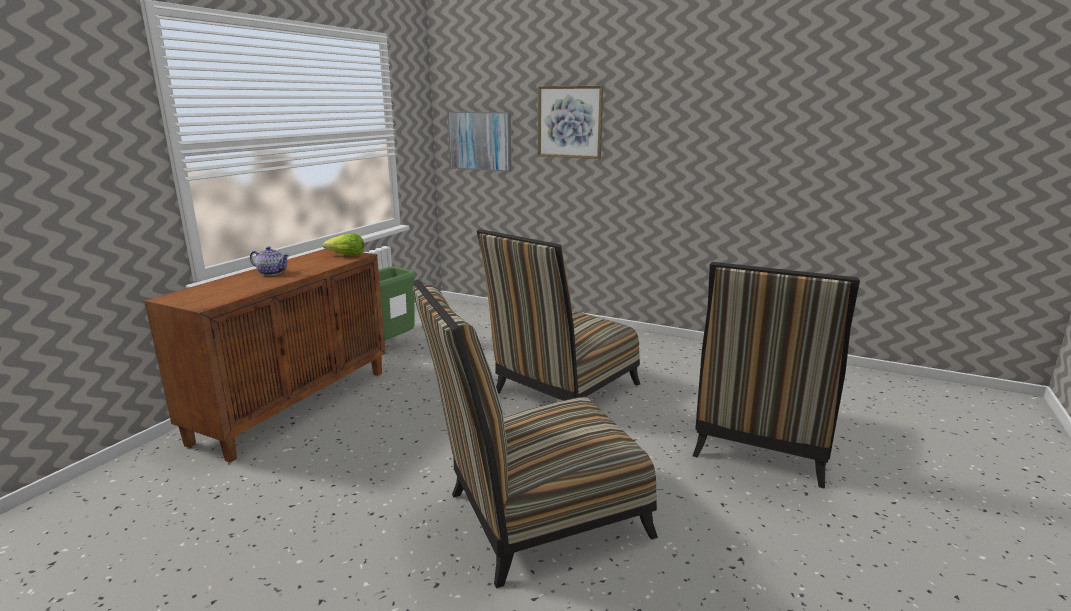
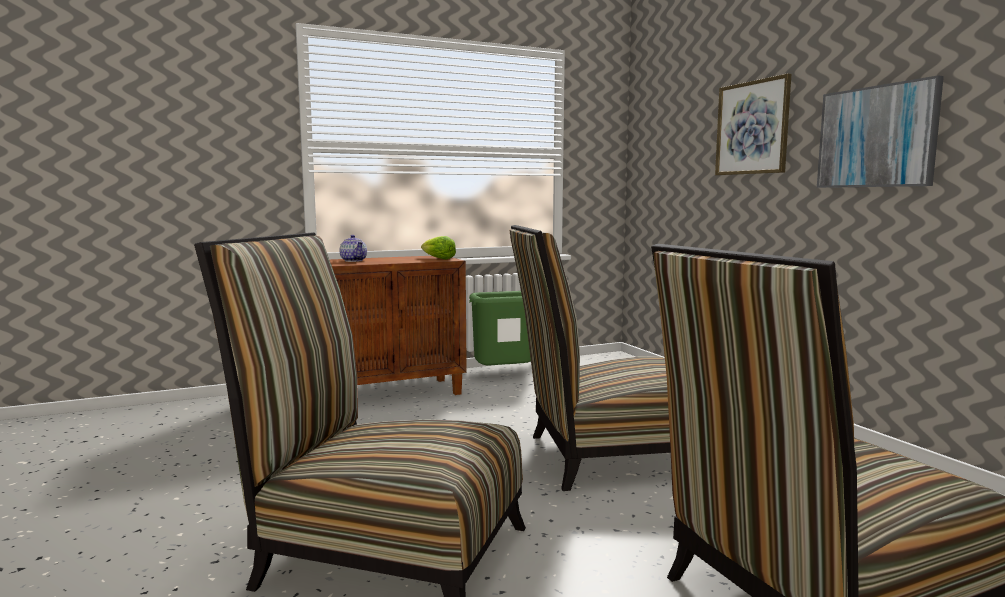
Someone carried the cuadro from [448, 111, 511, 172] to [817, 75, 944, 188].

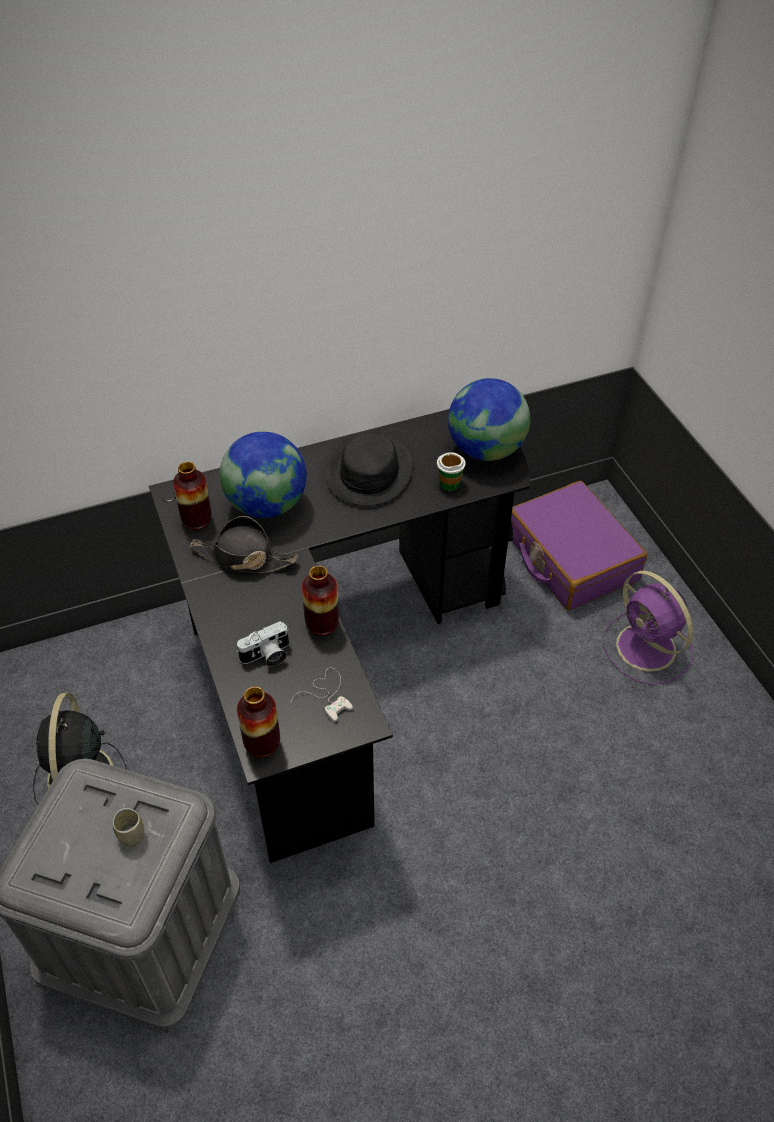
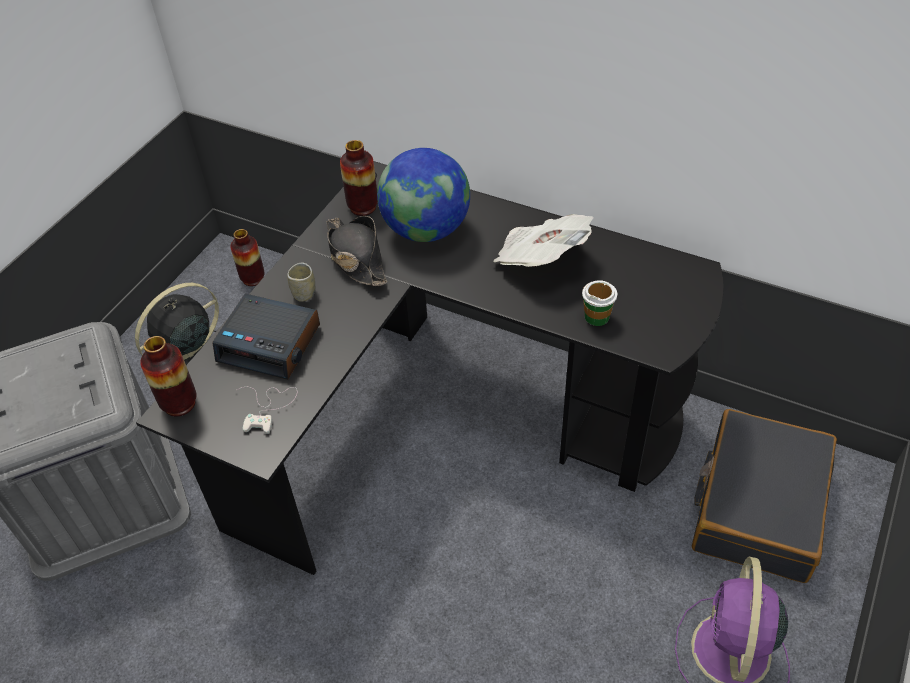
Someone carried the taza from [112, 808, 144, 847] to [287, 263, 315, 302].
Someone swapped the cámara at [236, 621, 289, 667] for the despertador at [213, 294, 320, 380].
Someone carried the florero from [302, 566, 339, 636] to [230, 229, 265, 286].
Someone swapped the sombrero/negro at [326, 432, 413, 506] for the periódico at [493, 214, 593, 267].
Someone took away the globo terráqueo at [448, 378, 530, 461].
Someone repainted the maleta/morado at [511, 481, 647, 611], which became the maleta/negro at [692, 409, 837, 583].

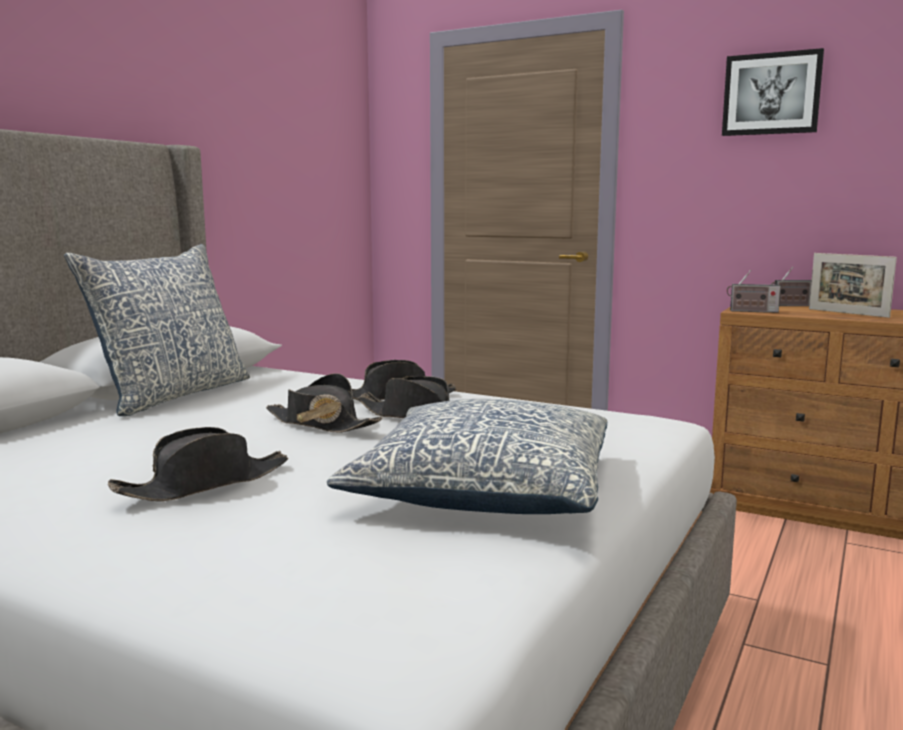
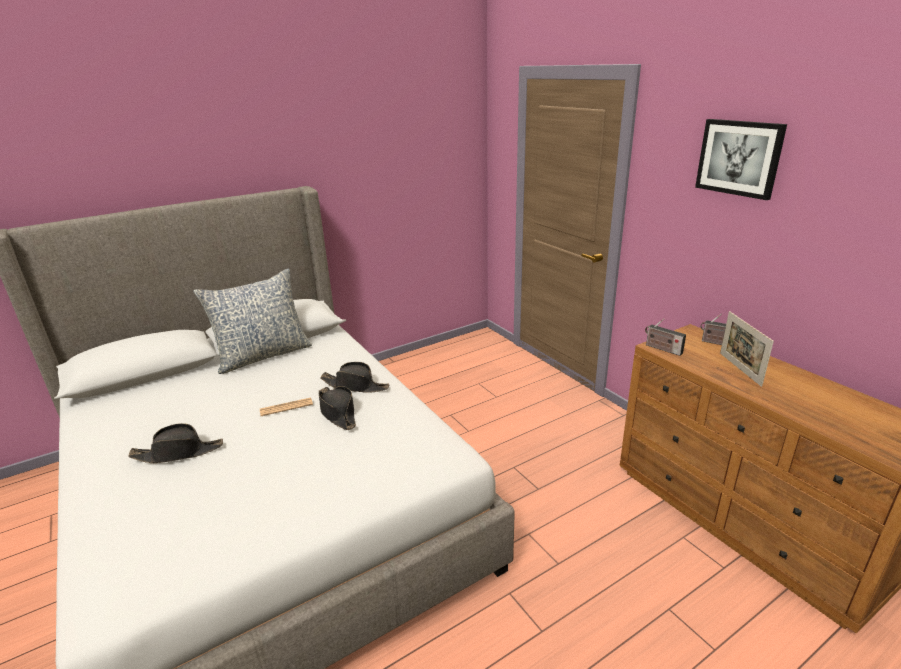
Someone swapped the sombrero/negro at [266, 373, 383, 433] for the periódico at [260, 397, 313, 416].
Someone took away the cojín at [327, 399, 607, 514].

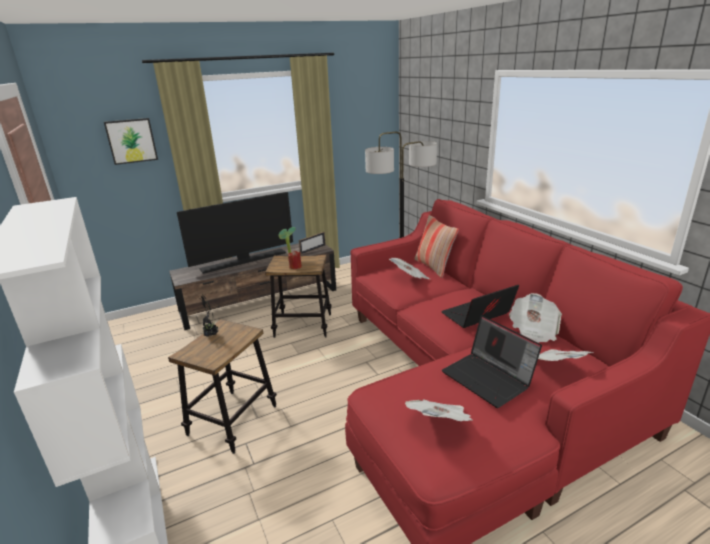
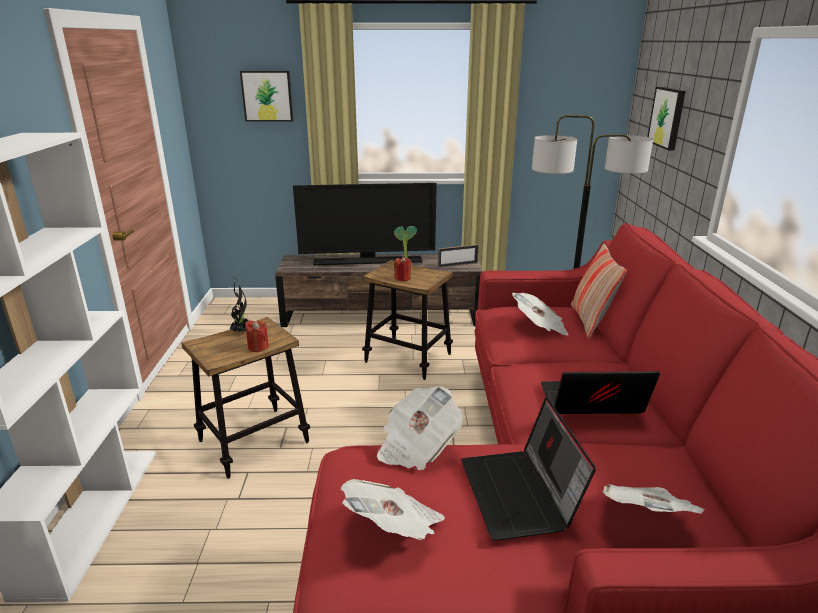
Someone carried the periódico from [509, 293, 562, 343] to [377, 386, 463, 470].
Someone put down the vela/rojo at [245, 320, 269, 352].
Someone put up the cuadro at [648, 87, 686, 150].

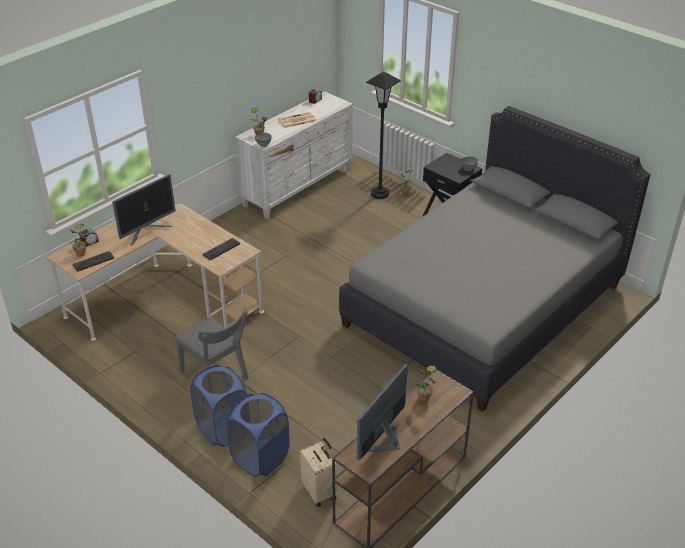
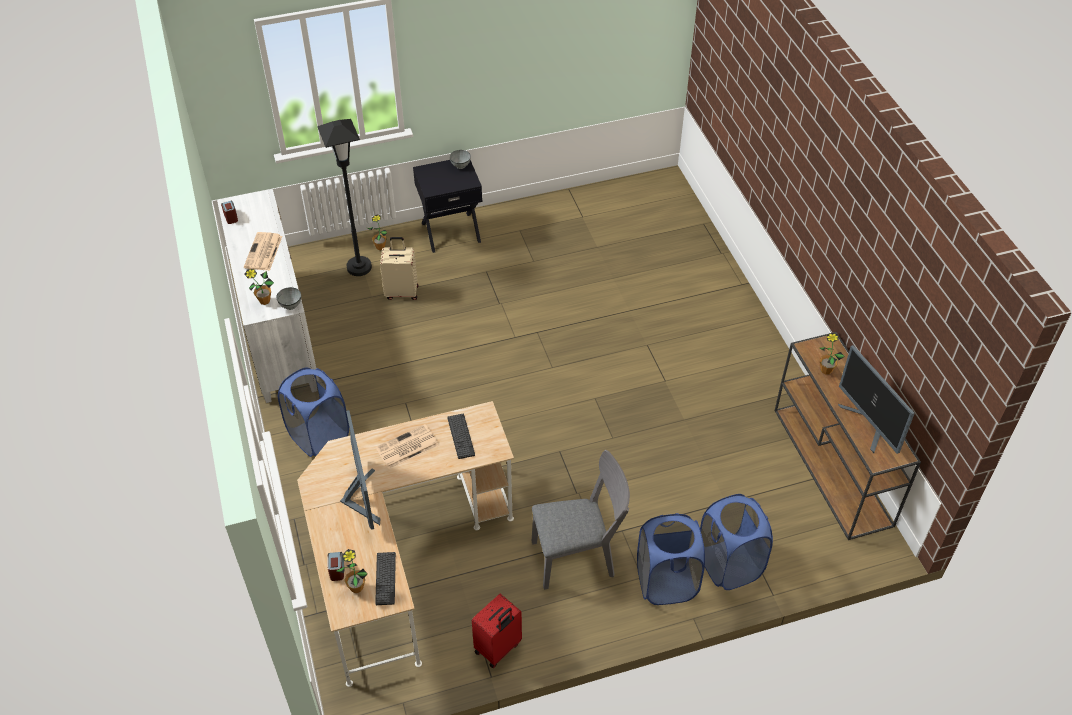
Someone carried the maleta/beis from [300, 438, 337, 507] to [380, 237, 418, 300].
Someone took away the cama/gris at [339, 106, 650, 412].
Someone put down the cesto de la ropa/azul at [278, 368, 349, 457].
Someone put down the periódico at [375, 424, 439, 469].
Someone put down the maleta/rojo at [472, 594, 522, 668].

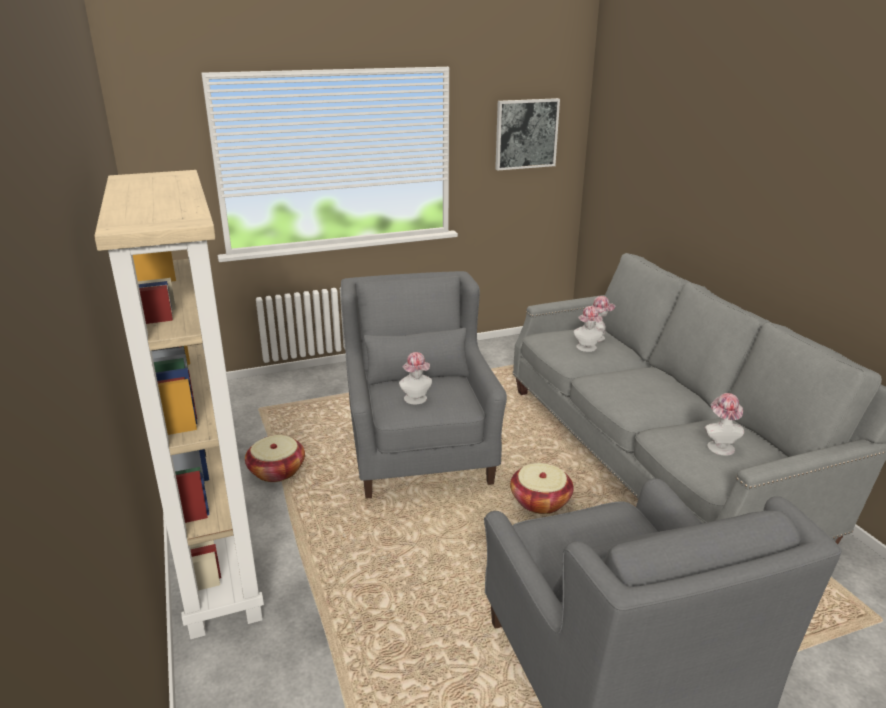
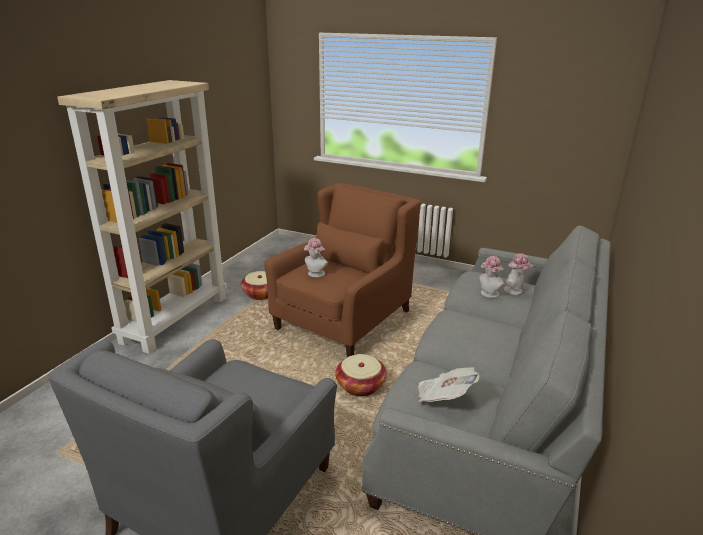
Someone repainted the sillón/gris at [341, 271, 507, 499], which became the sillón/marrón at [264, 183, 421, 357].
Someone took away the cuadro at [495, 98, 560, 171].
Someone swapped the sombrero at [705, 393, 744, 456] for the periódico at [418, 367, 479, 402].

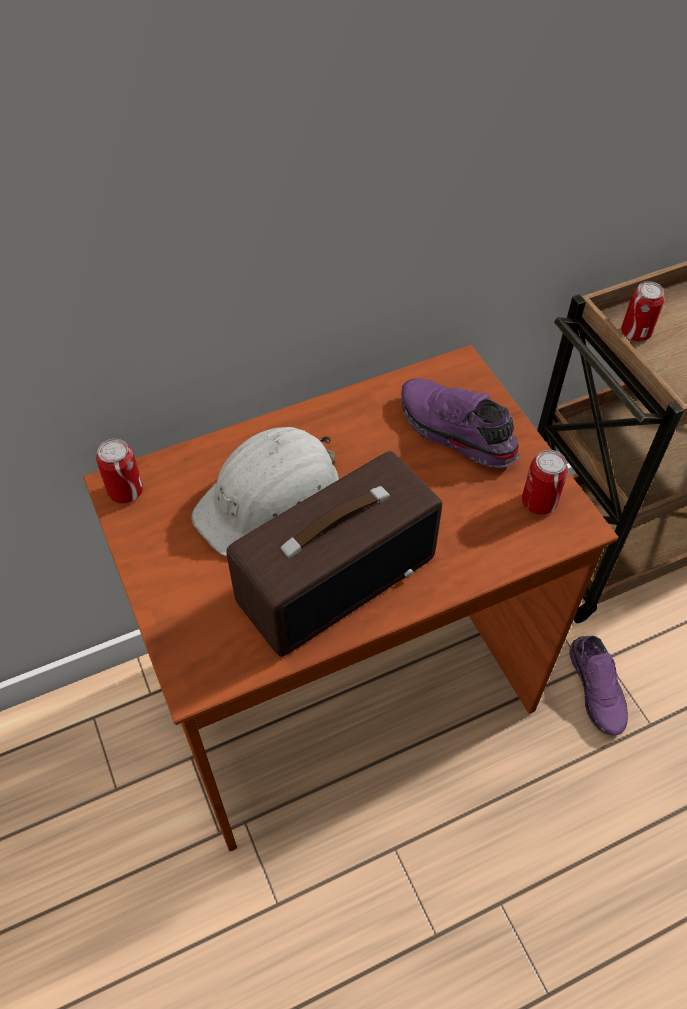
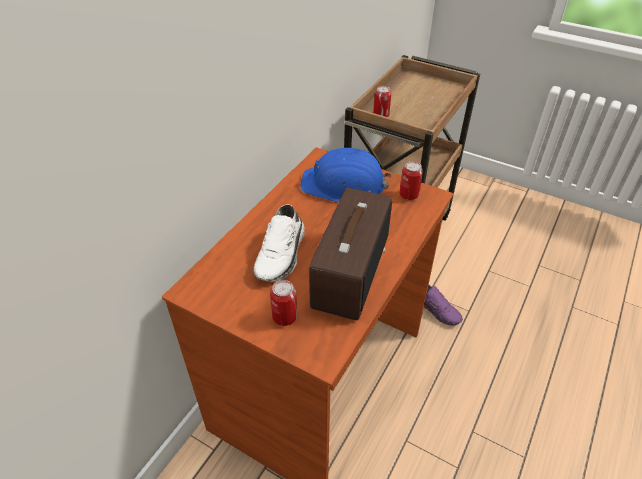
Someone carried the lata from [96, 439, 143, 503] to [270, 280, 297, 326].
Someone swapped the casco/blanco at [191, 427, 339, 557] for the zapato/blanco at [254, 204, 305, 282].
Someone swapped the zapato/morado at [401, 378, 519, 468] for the casco/azul at [301, 148, 392, 202].

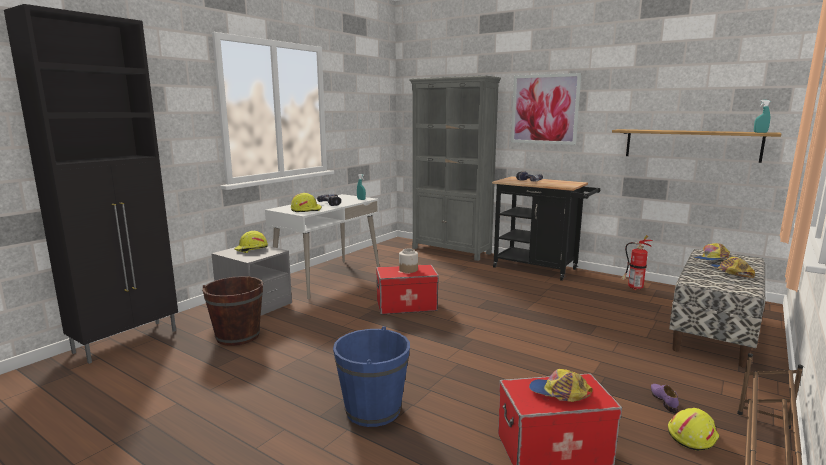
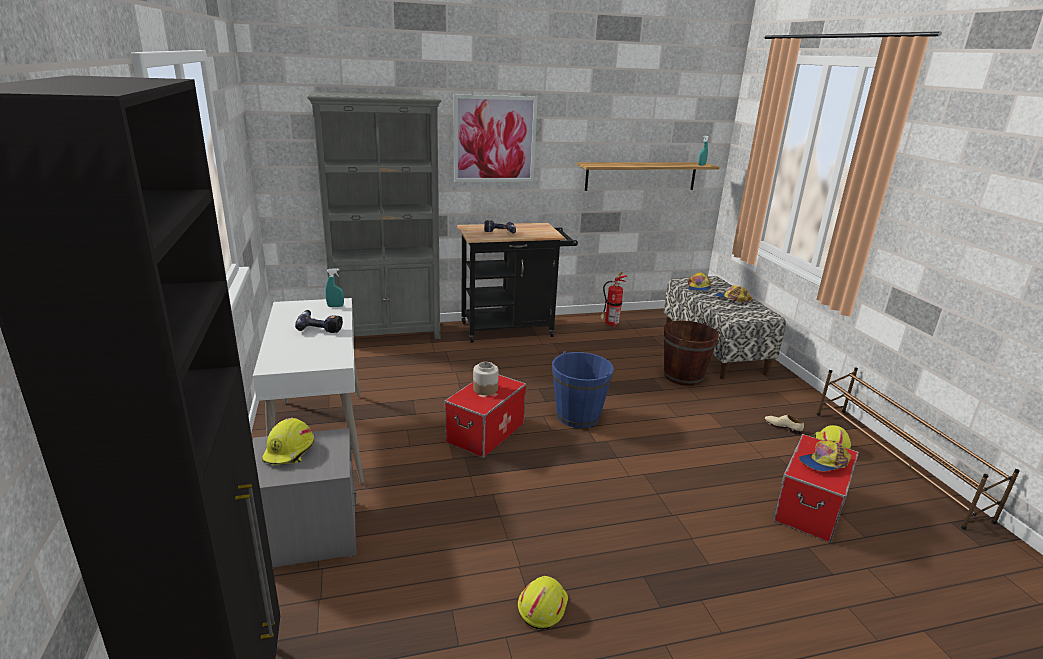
Someone carried the cubo/marrón from [202, 276, 263, 346] to [664, 321, 719, 386].
Someone carried the casco/amarillo from [291, 193, 322, 212] to [518, 576, 568, 630].
Someone carried the cubo/azul from [333, 326, 410, 427] to [552, 351, 614, 428].
Someone repainted the zapato/morado at [651, 384, 679, 413], which became the zapato/beis at [765, 415, 804, 435].

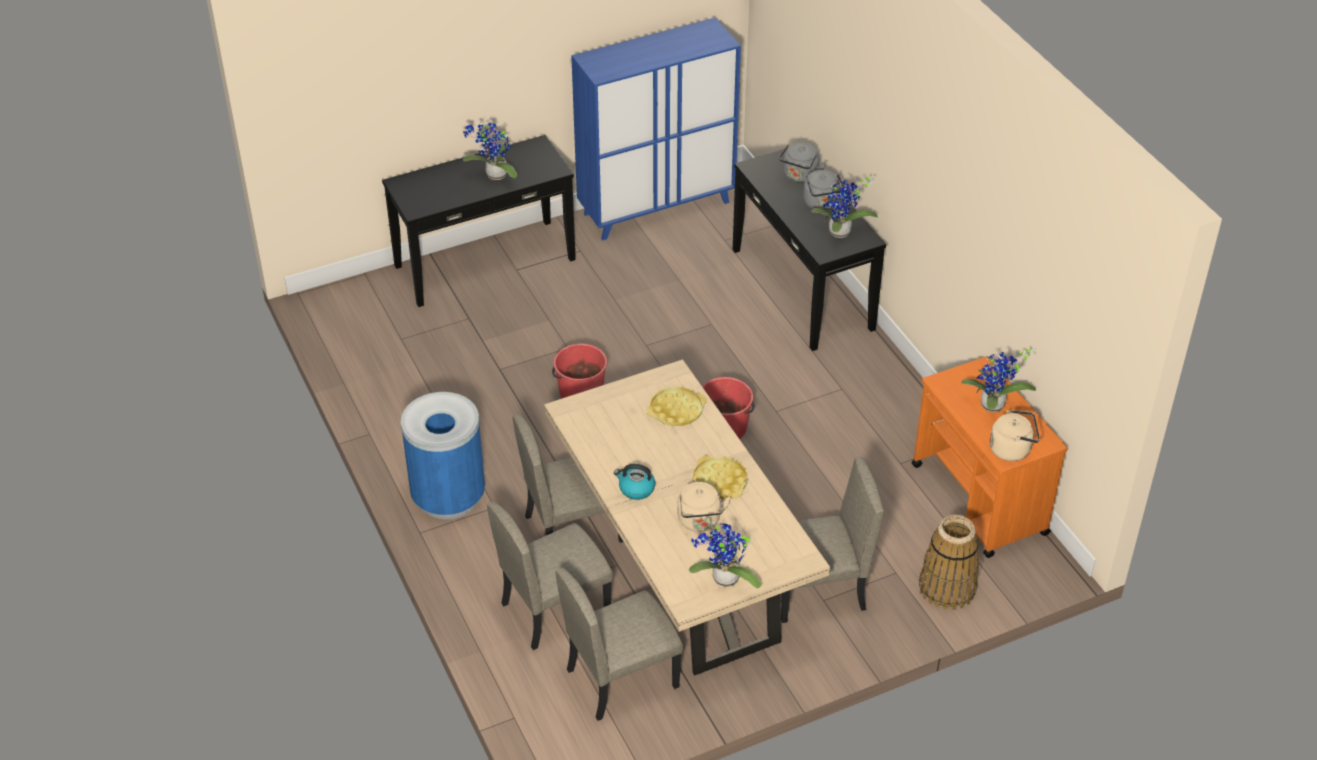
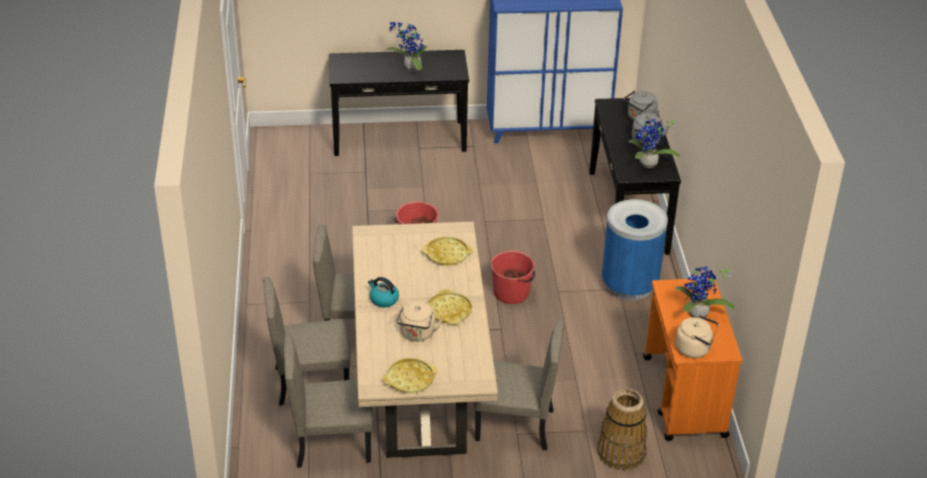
Someone carried the papelera/azul from [401, 392, 485, 519] to [602, 199, 668, 301].
Someone swapped the planta en maceta at [689, 522, 761, 588] for the bandeja/amarillo at [383, 358, 437, 393].

